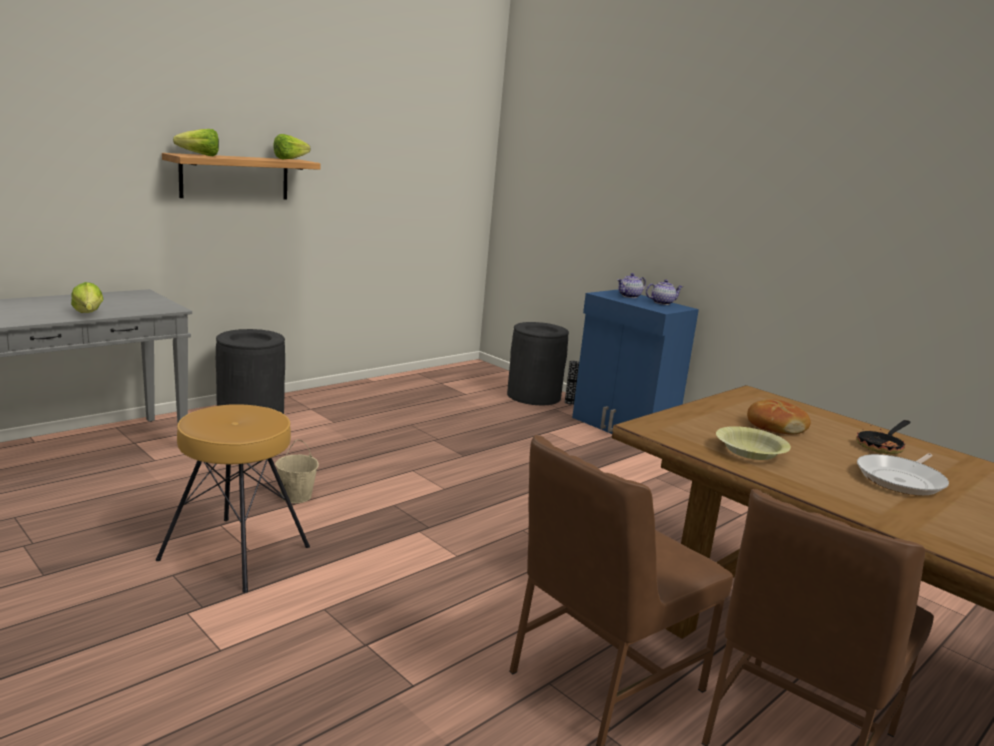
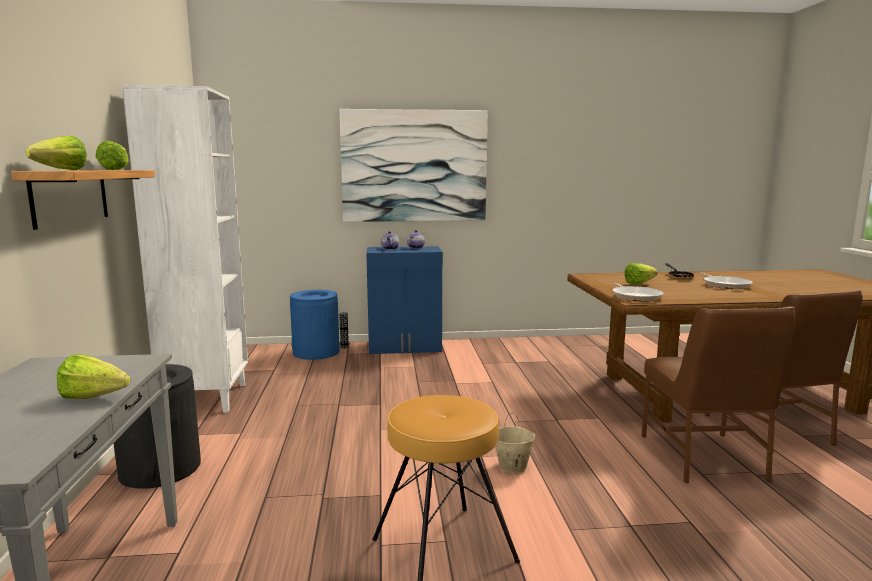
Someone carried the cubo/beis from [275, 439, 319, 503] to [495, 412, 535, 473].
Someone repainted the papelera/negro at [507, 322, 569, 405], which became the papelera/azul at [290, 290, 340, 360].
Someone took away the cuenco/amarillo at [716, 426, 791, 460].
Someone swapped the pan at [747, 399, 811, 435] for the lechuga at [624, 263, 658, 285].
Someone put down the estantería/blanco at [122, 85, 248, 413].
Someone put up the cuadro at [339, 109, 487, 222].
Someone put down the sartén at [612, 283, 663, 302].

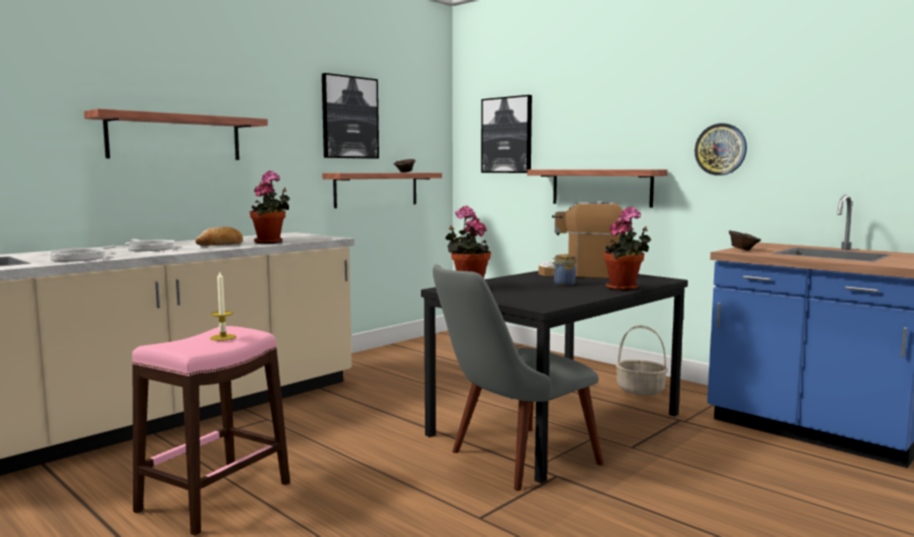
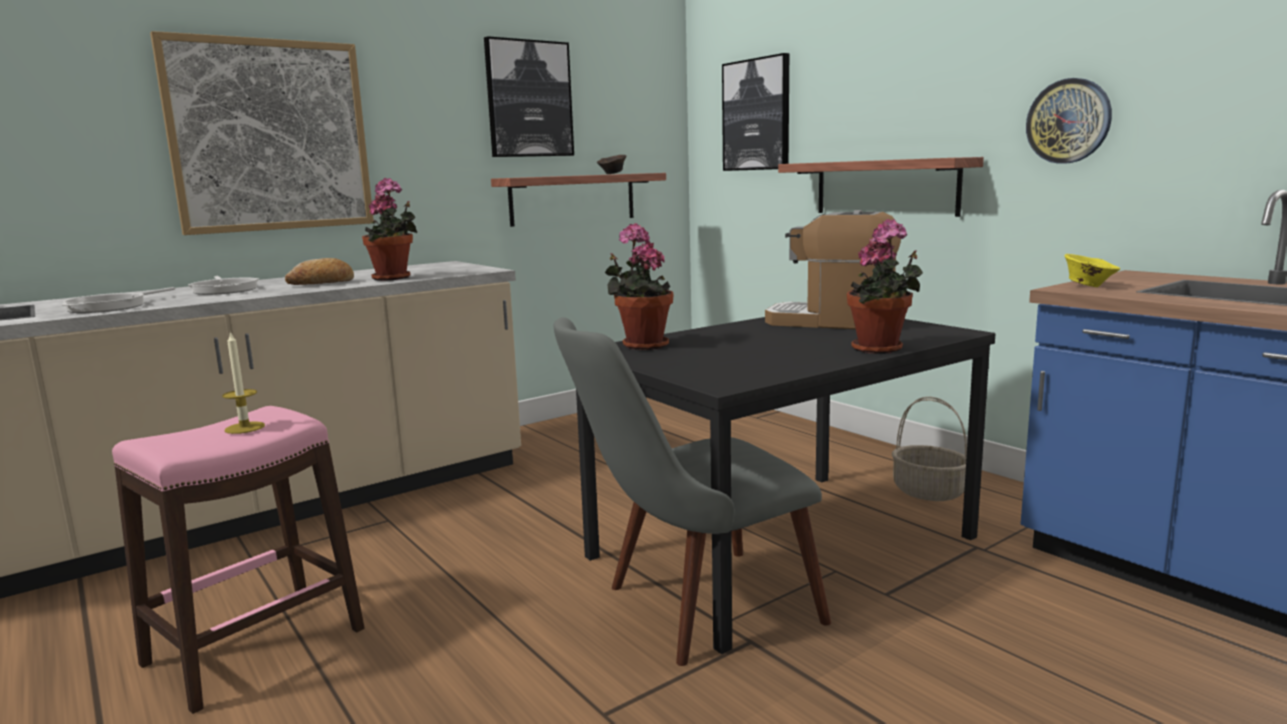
Someone swapped the estante at [84, 109, 268, 160] for the cuadro at [150, 31, 374, 235].
Someone took away the tarro at [552, 254, 576, 286].
Someone repainted the cuenco/marrón at [729, 230, 761, 251], which became the cuenco/amarillo at [1064, 254, 1120, 287].

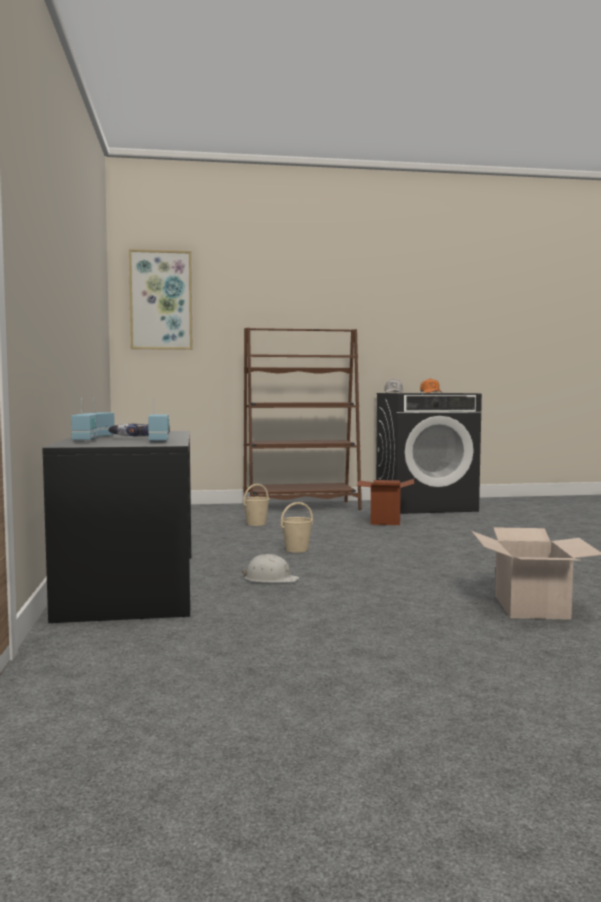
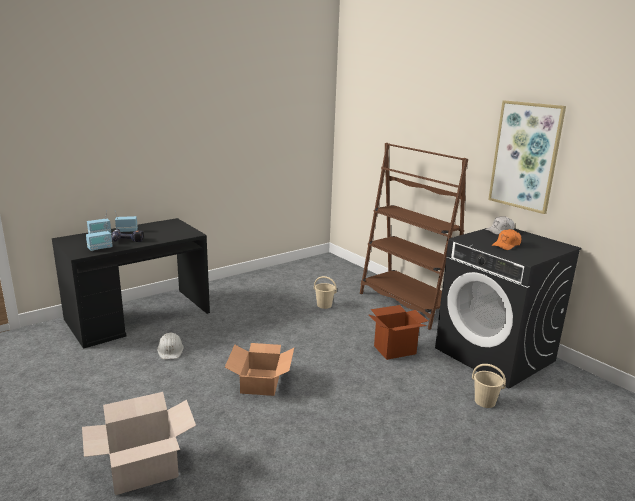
Someone carried the cuadro from [129, 249, 192, 350] to [488, 101, 566, 214].
Someone carried the cubo/beis from [281, 502, 313, 553] to [472, 364, 506, 408].
Someone put down the caja de cartón at [225, 343, 294, 396].

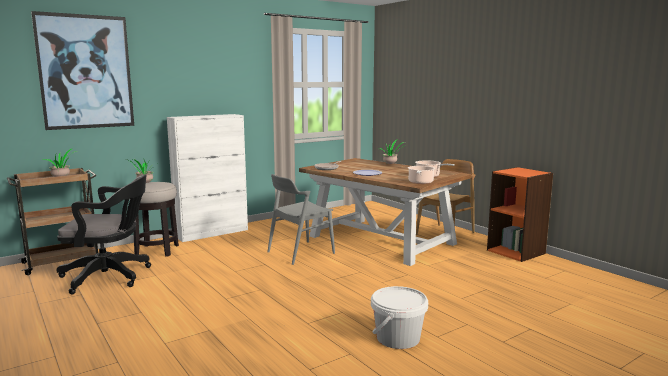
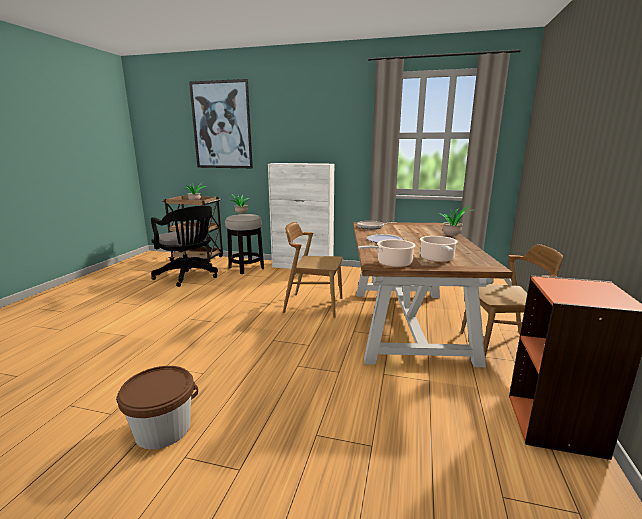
Someone repainted the silla/gris at [267, 174, 335, 265], which became the silla/marrón at [283, 222, 343, 318].
Someone repainted the cubo/blanco at [371, 286, 428, 349], which became the cubo/marrón at [116, 366, 198, 450].

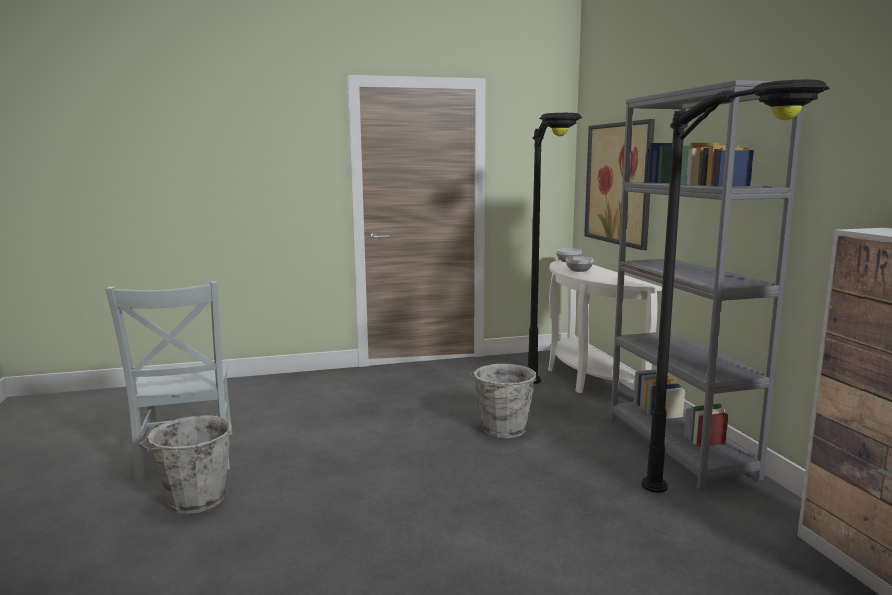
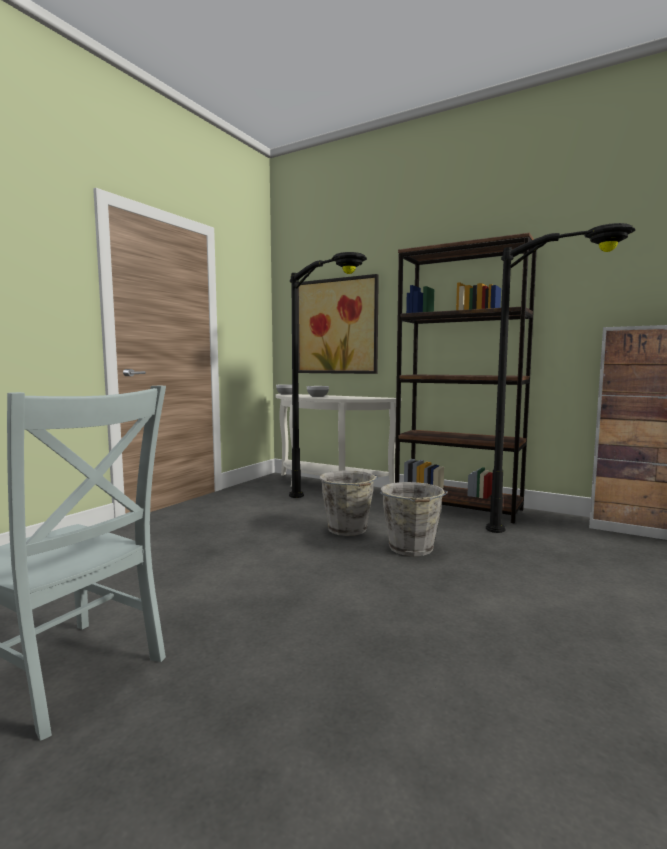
Someone carried the cubo/gris from [138, 415, 232, 514] to [380, 482, 448, 556].
Someone repainted the estantería/gris at [610, 80, 804, 490], which became the estantería/marrón at [395, 233, 537, 524].

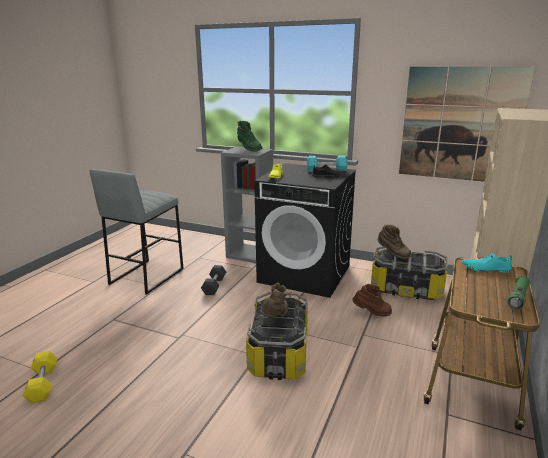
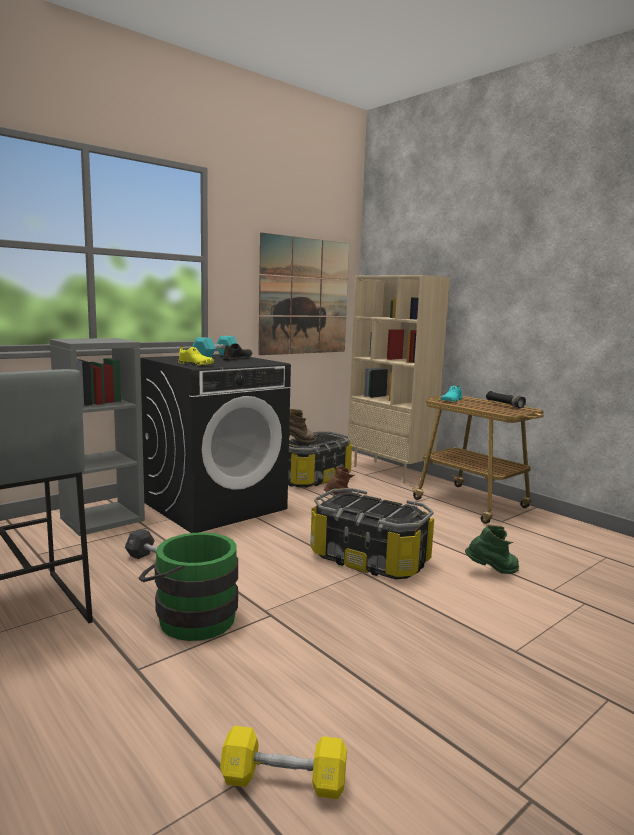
Someone carried the bota/verde from [237, 121, 263, 152] to [465, 525, 519, 574].
Someone took away the bota/marrón at [259, 283, 292, 318].
Someone repainted the linterna/verde at [507, 276, 530, 310], which became the linterna/negro at [486, 391, 526, 408].
Someone put down the cubo/verde at [138, 532, 238, 641].

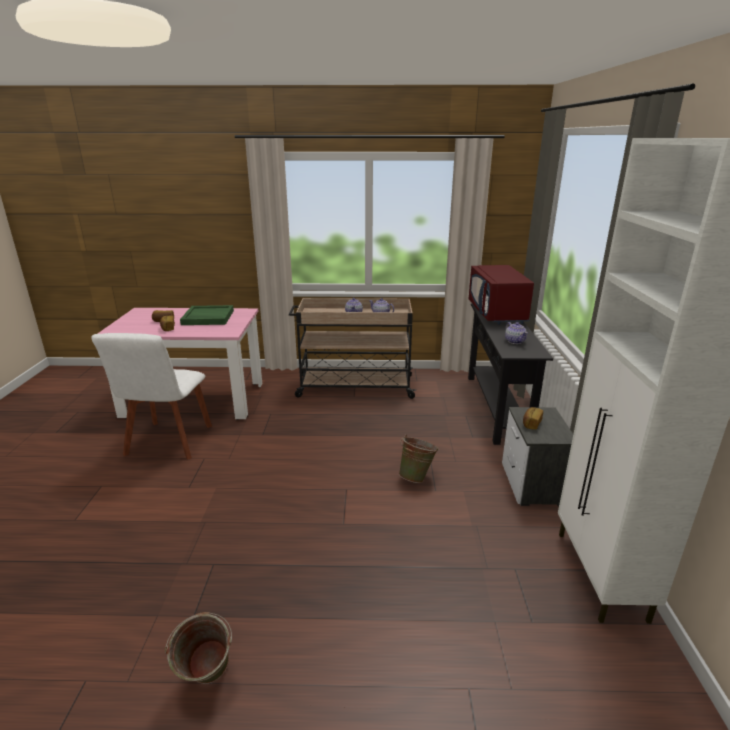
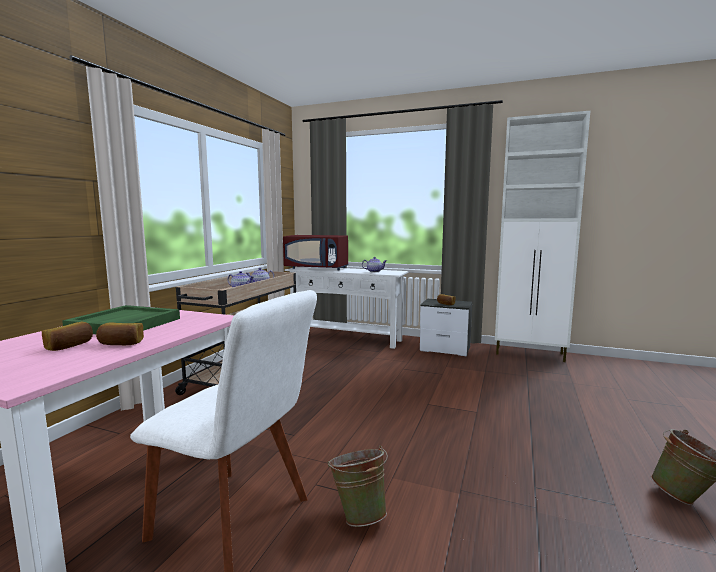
Someone carried the cubo/verde from [399, 435, 438, 483] to [327, 445, 388, 527].
Someone repainted the mesa consola/negro at [468, 303, 553, 445], which became the mesa consola/blanco at [285, 267, 408, 349].

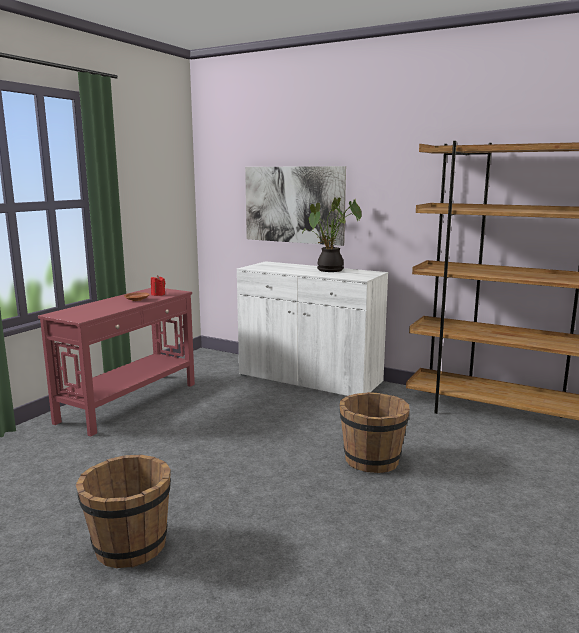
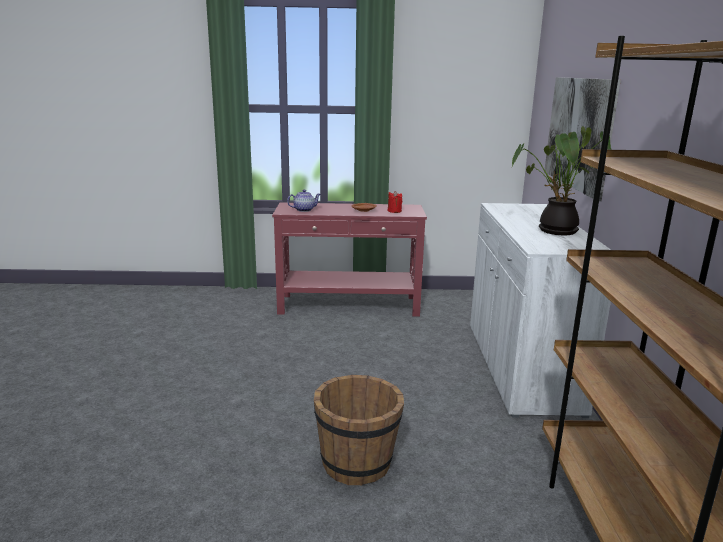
Someone took away the cubo/marrón at [76, 454, 171, 568].
Someone put down the tetera at [287, 189, 320, 212].

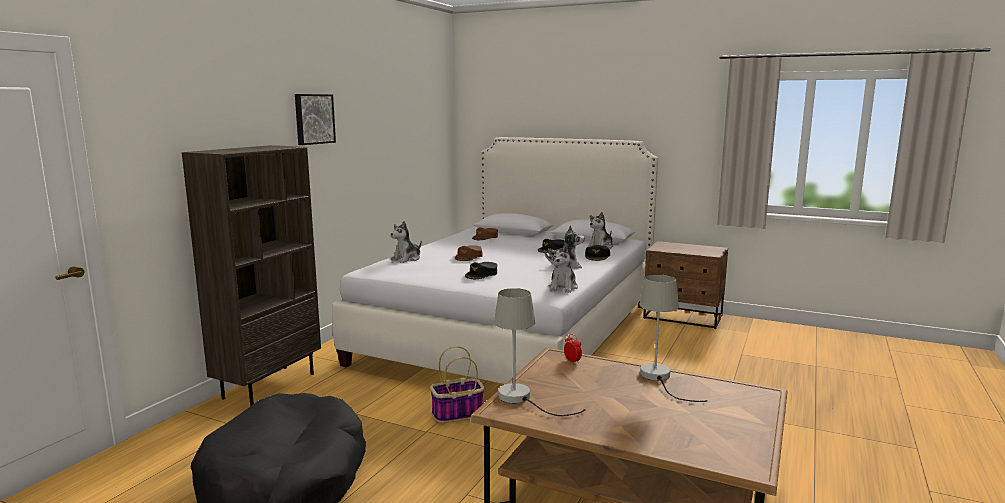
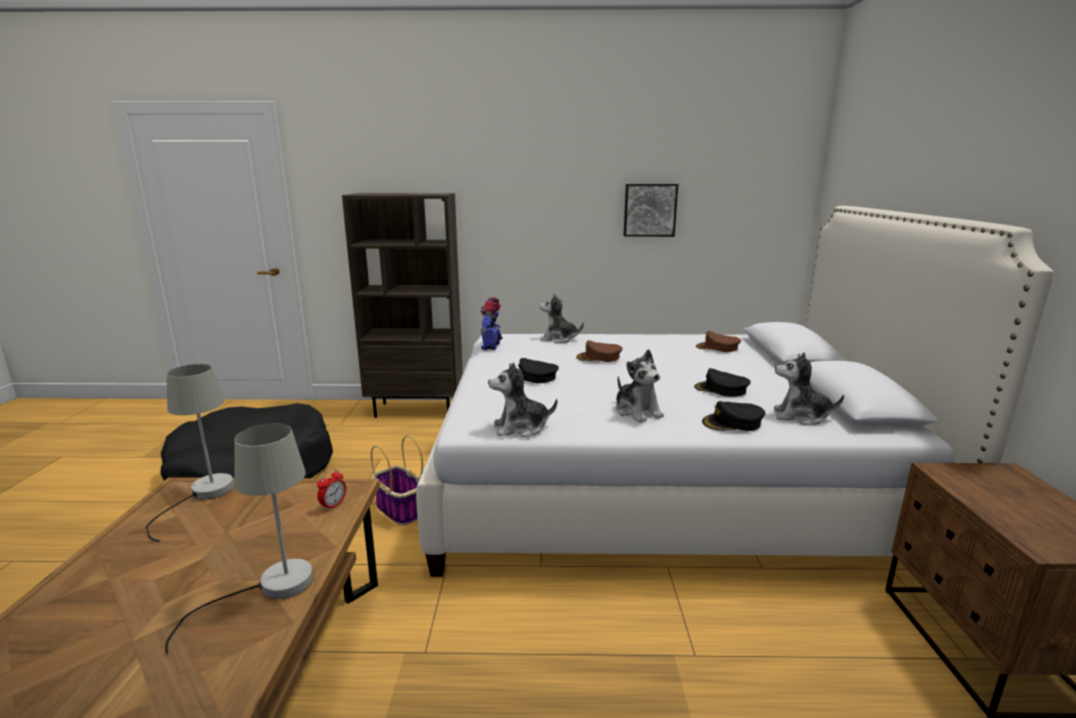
Someone carried the cuadro from [295, 94, 336, 145] to [624, 184, 678, 237].
Someone put down the robot de juguete at [481, 297, 503, 350].

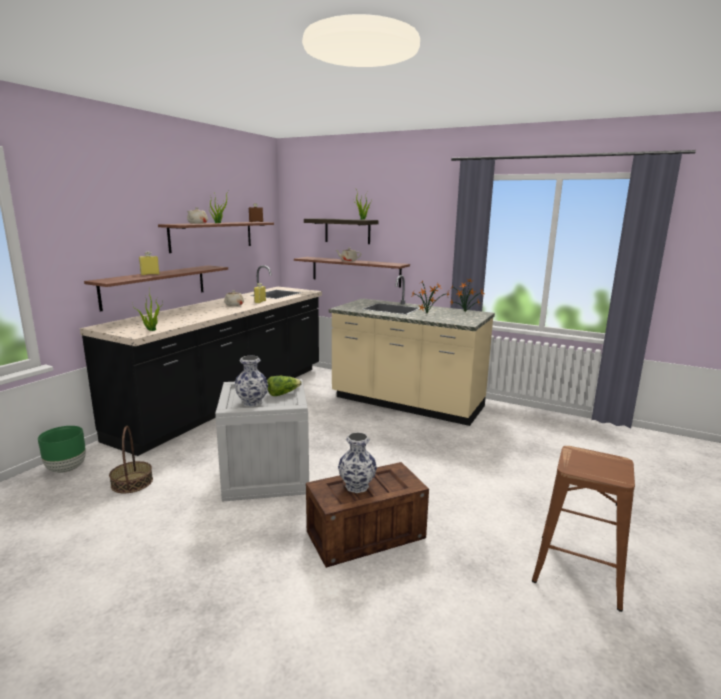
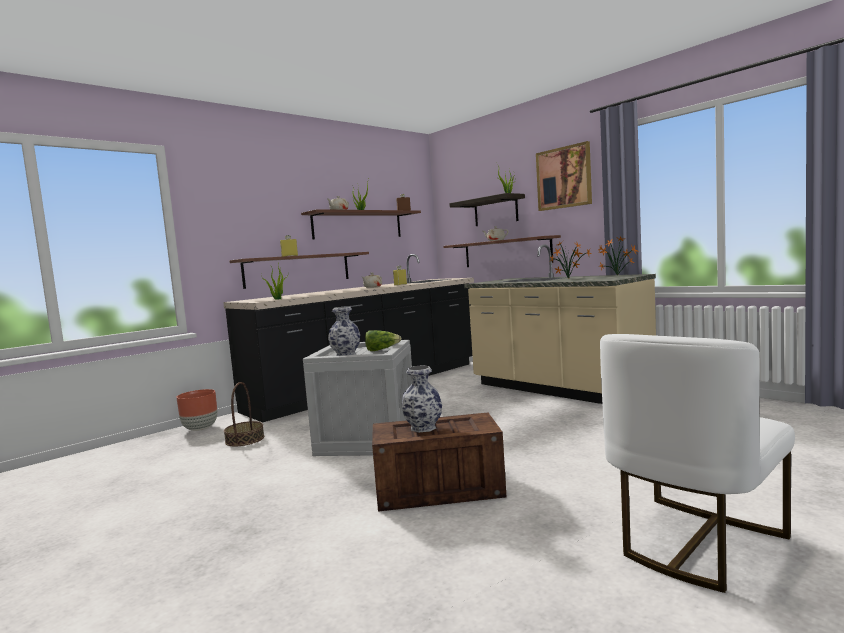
Someone repainted the maceta/verde at [38, 426, 86, 473], which became the maceta/marrón at [177, 389, 217, 431].
Someone swapped the taburete/marrón at [532, 446, 635, 612] for the silla/blanco at [600, 334, 795, 593].
Someone put up the cuadro at [536, 141, 592, 211].

